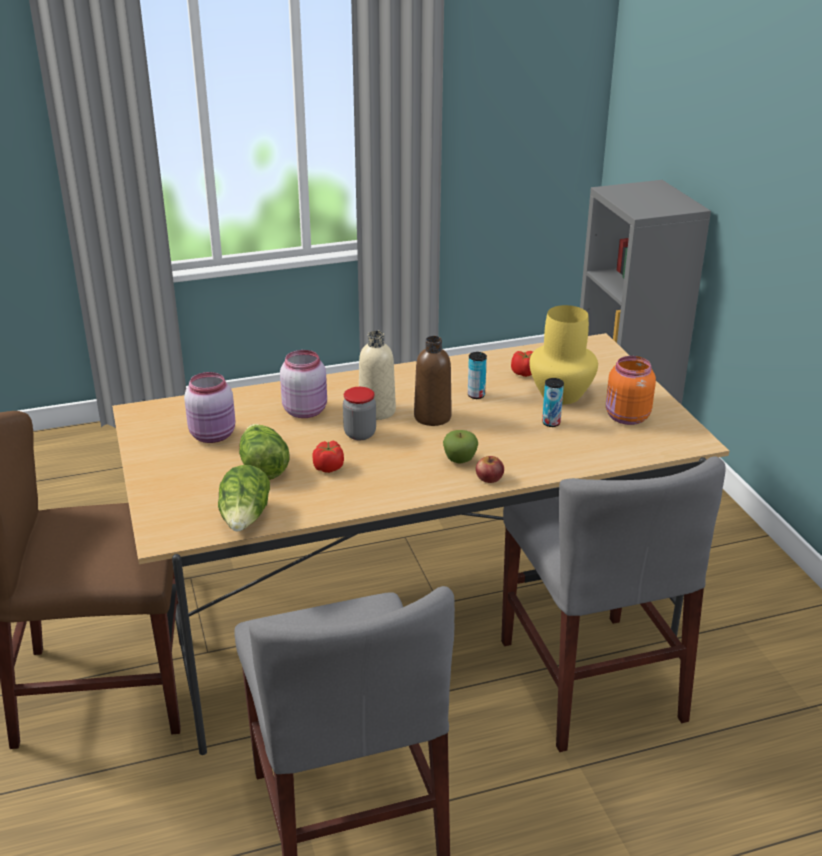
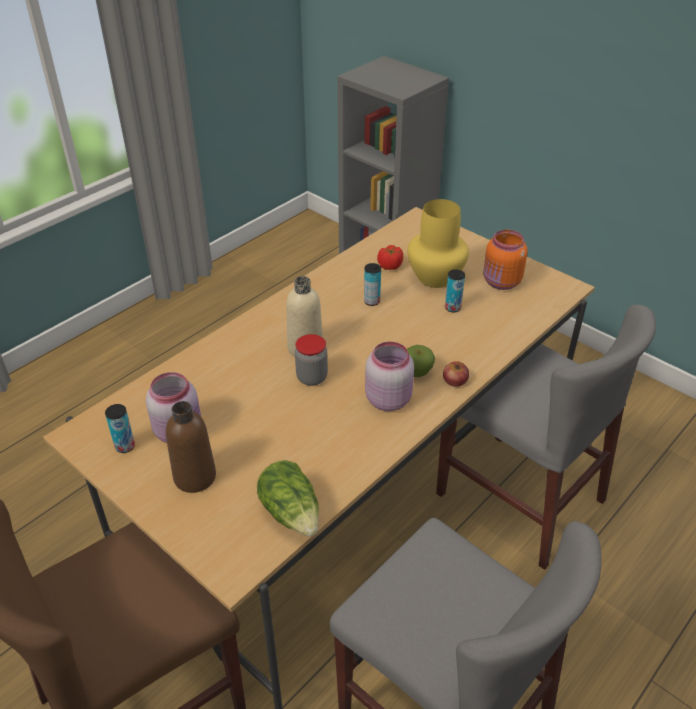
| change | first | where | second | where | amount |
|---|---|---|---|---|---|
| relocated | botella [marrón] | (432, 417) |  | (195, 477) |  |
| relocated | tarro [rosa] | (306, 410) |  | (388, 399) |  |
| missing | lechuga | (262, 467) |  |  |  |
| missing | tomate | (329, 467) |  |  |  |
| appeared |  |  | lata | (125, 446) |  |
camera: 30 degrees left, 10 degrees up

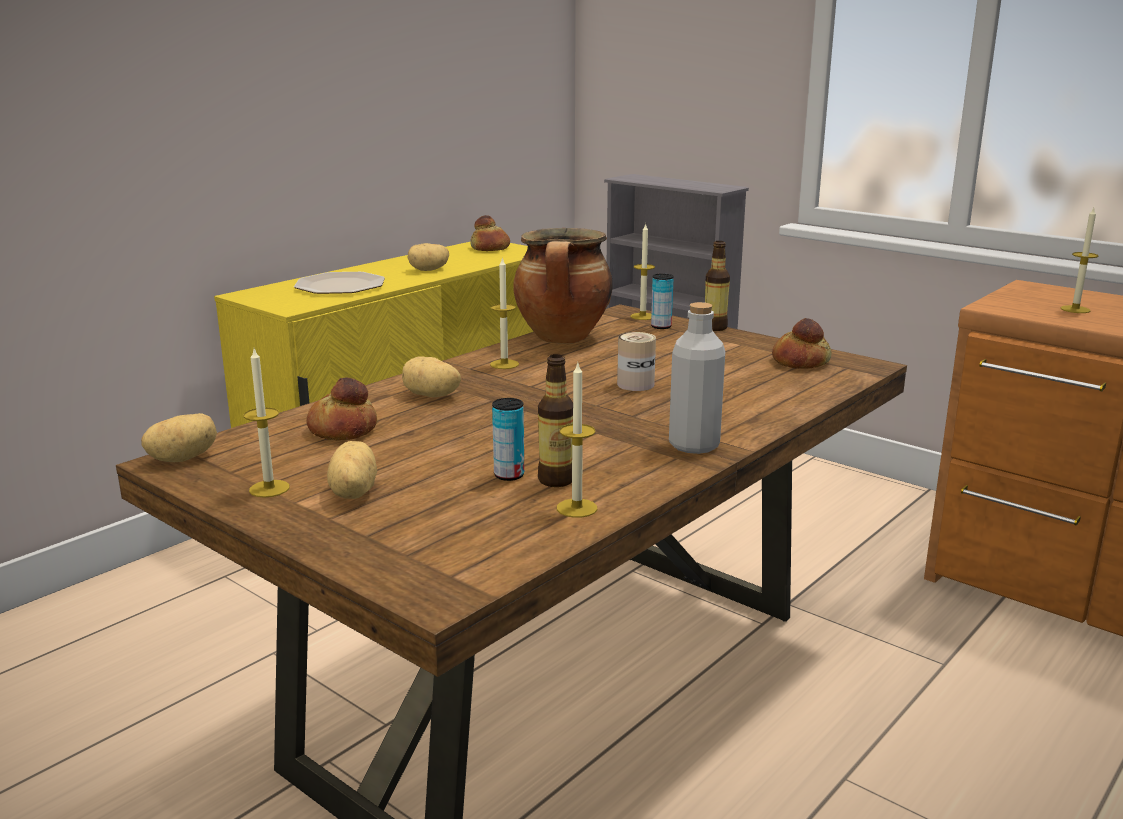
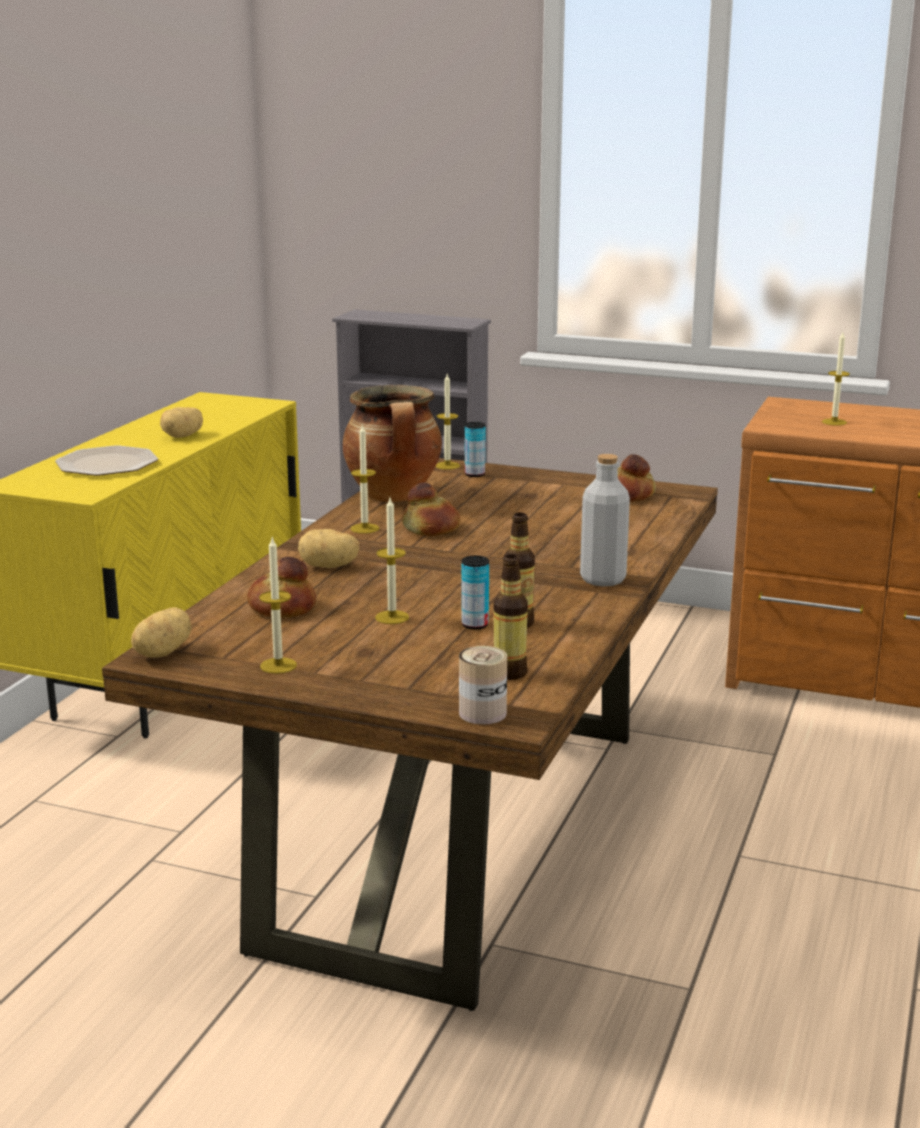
| change | first | where | second | where | amount |
|---|---|---|---|---|---|
| relocated | pan | (490, 248) |  | (431, 528) |  |
| relocated | botella | (714, 328) |  | (509, 673) |  |
| relocated | lata | (635, 384) |  | (482, 713) |  |
| relocated | vela | (577, 508) |  | (392, 617) |  |
| missing | patata | (351, 493) |  |  |  |
camera: 20 degrees left, 0 degrees up

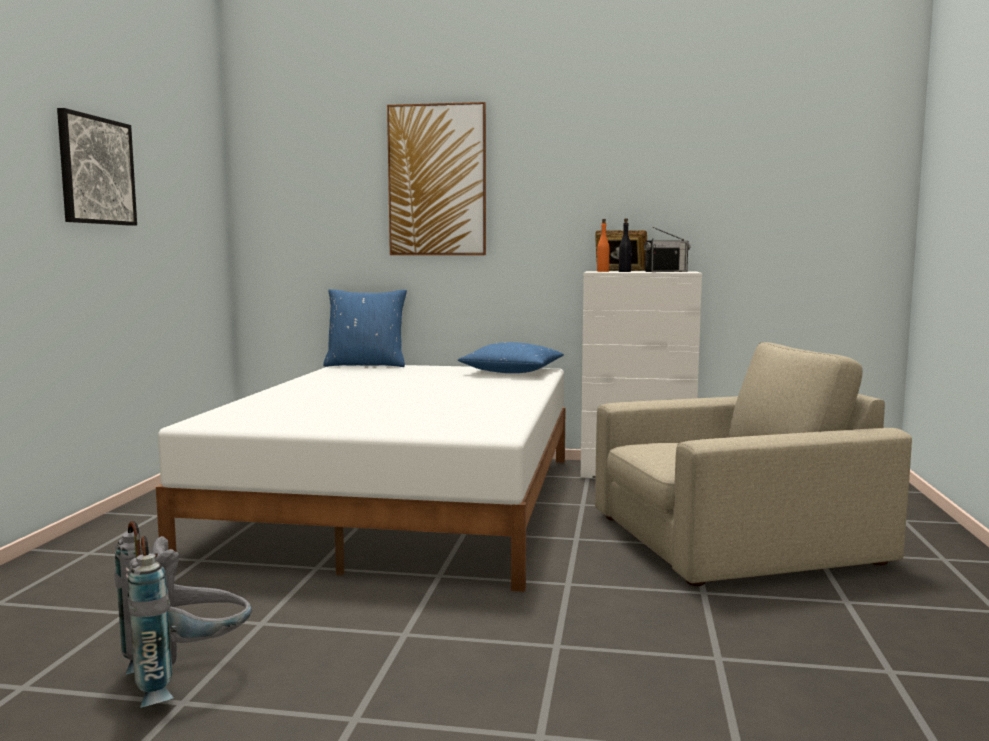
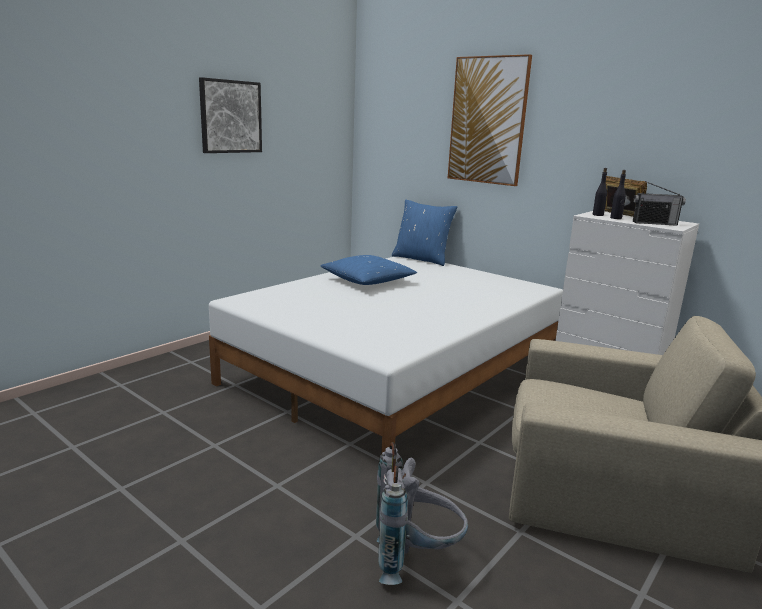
| change | first | where | second | where | amount |
|---|---|---|---|---|---|
| colour | botella [naranja] | (602, 271) | botella [negro] | (597, 215) |  |
| relocated | cojín [azul] | (512, 372) |  | (368, 281) |  |
| relocated | mochila [gris] | (187, 677) |  | (416, 559) |  |
camera: 30 degrees right, 10 degrees up

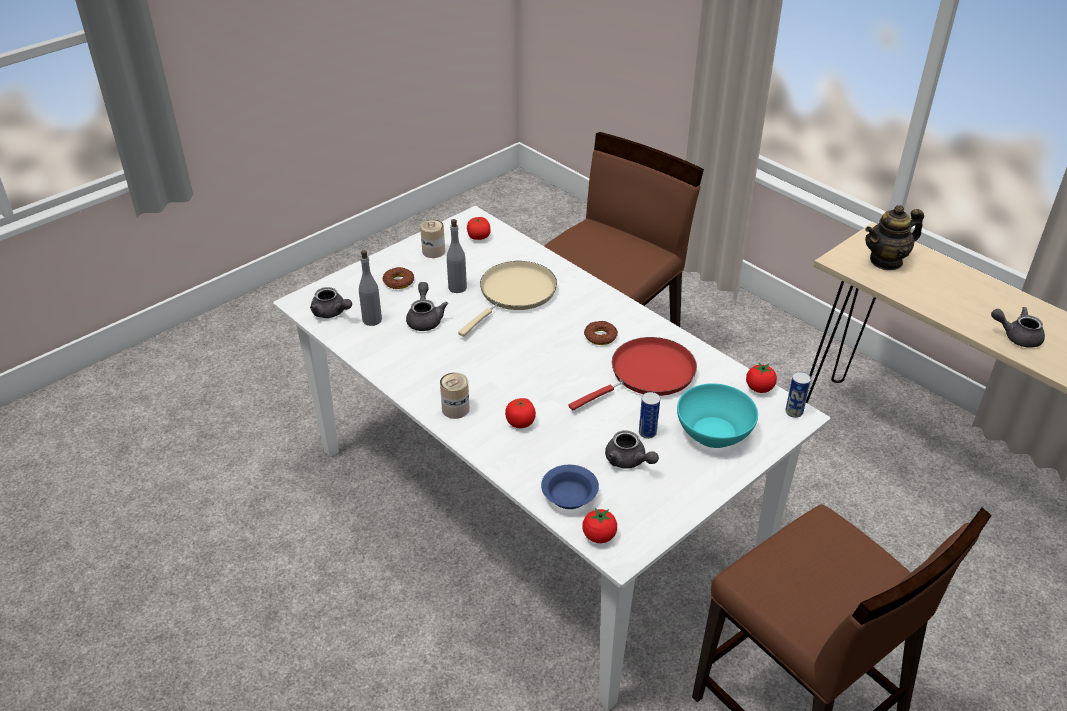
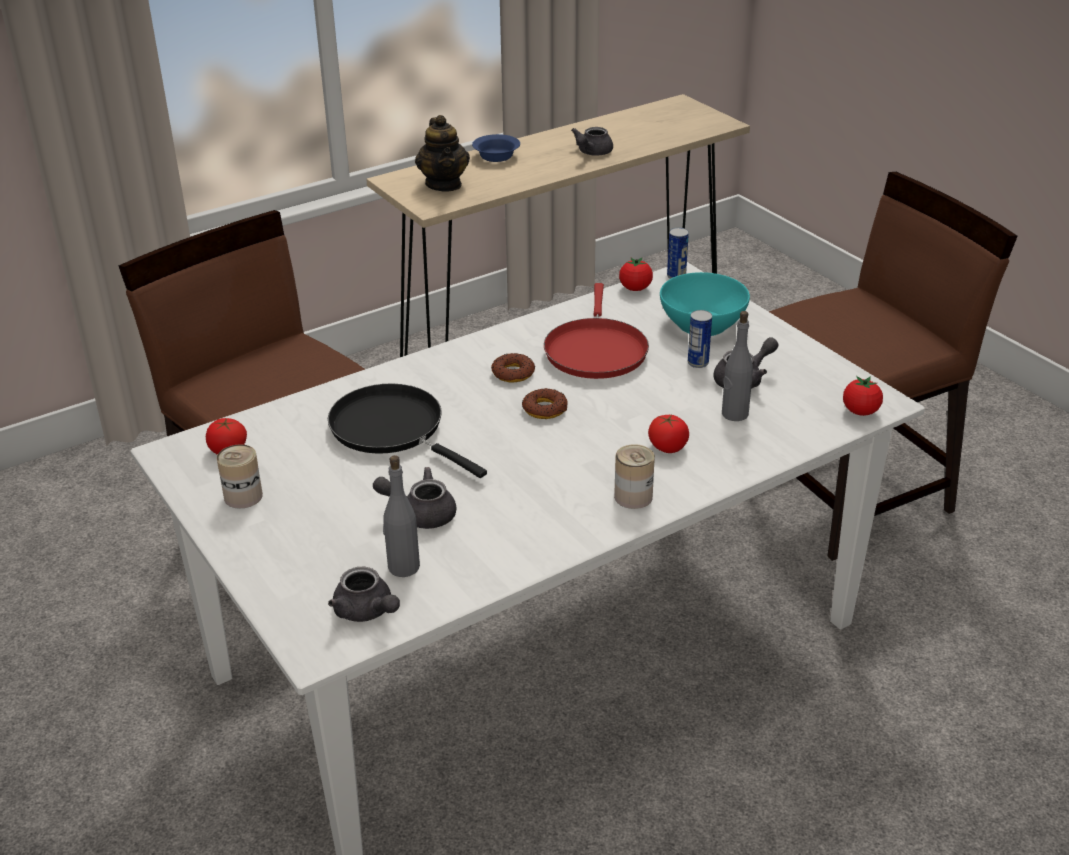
| change | first | where | second | where | amount |
|---|---|---|---|---|---|
| relocated | botella [gris] | (457, 287) |  | (734, 414) |  |
| colour | sartén [beis] | (514, 294) | sartén [negro] | (393, 429) |  |
| relocated | rosquilla | (398, 282) |  | (545, 409) |  |
| spun | tetera [gris] | (331, 313) |  | (367, 612) | 90 degrees clockwise |
| spun | sartén [rojo] | (647, 374) |  | (595, 350) | 150 degrees counterclockwise |
| relocated | cuenco [azul] | (569, 497) |  | (497, 157) |  |
camera: 80 degrees left, 5 degrees down

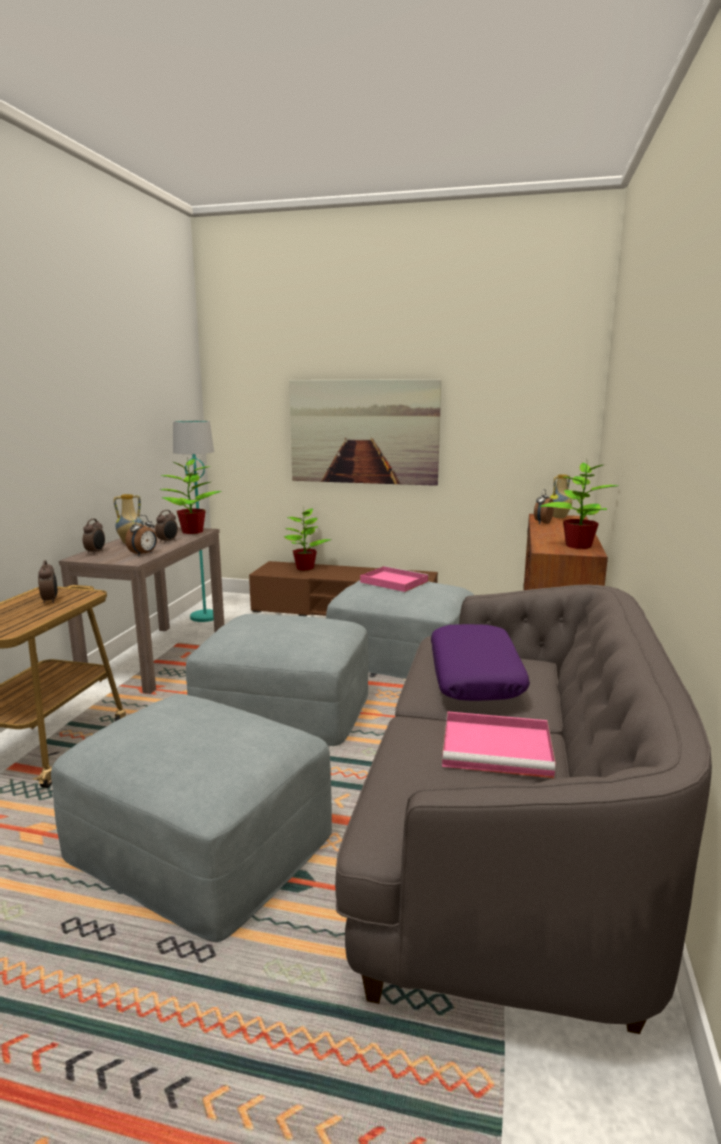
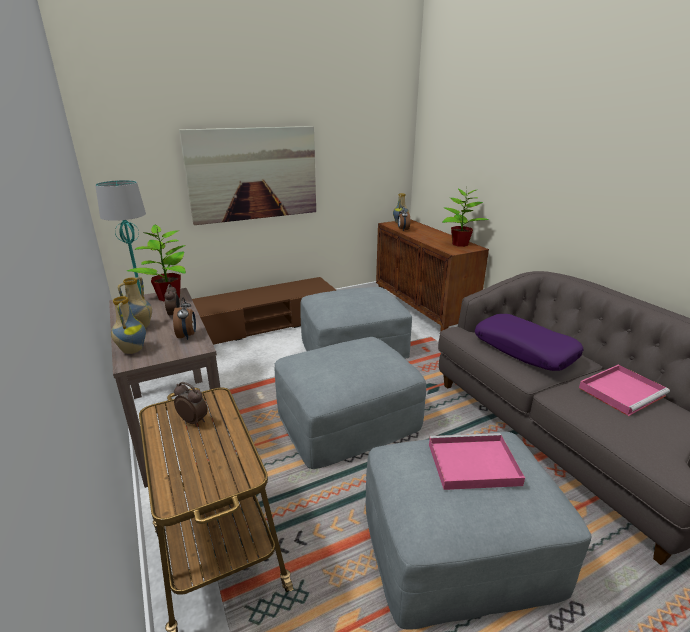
| change | first | where | second | where | amount |
|---|---|---|---|---|---|
| missing | planta en maceta | (305, 568) |  |  |  |
| exchanged | despertador | (96, 552) | florero | (132, 350) |  |
| relocated | bandeja [rosa] | (392, 581) |  | (471, 464) |  |
camera: 40 degrees left, 10 degrees up

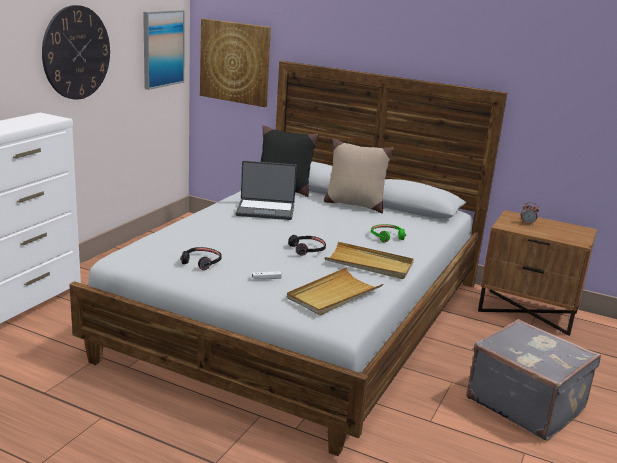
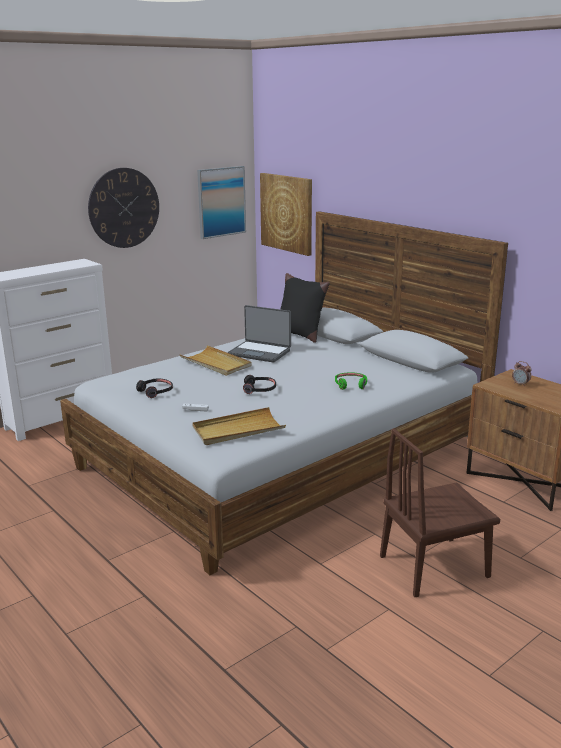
| change | first | where | second | where | amount |
|---|---|---|---|---|---|
| missing | cojín [beis] | (354, 204) |  |  |  |
| relocated | bandeja [beis] | (369, 264) |  | (216, 363) |  |
| exchanged | maleta [gris] | (525, 403) | silla [marrón] | (434, 566) |  |
camera: 25 degrees right, 0 degrees up

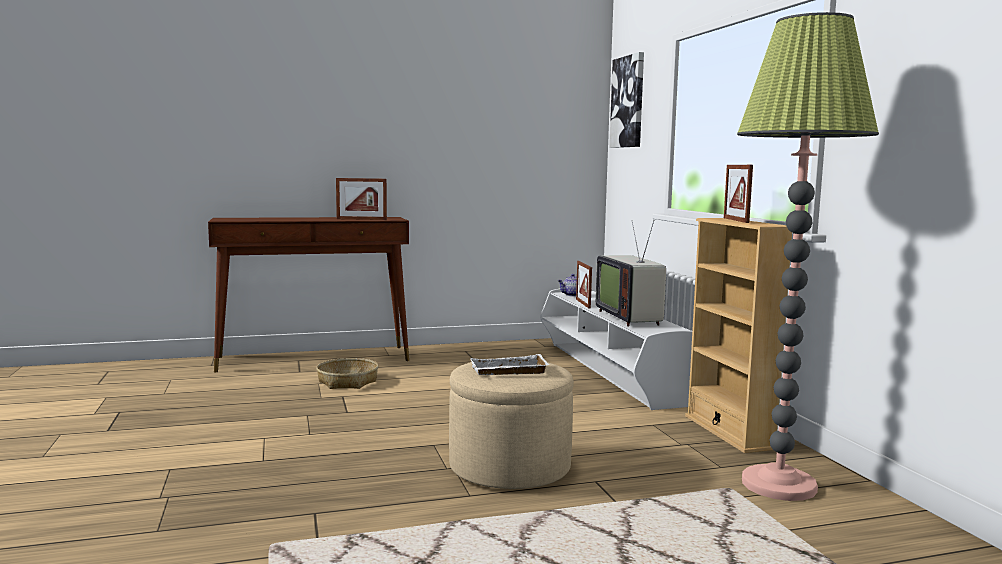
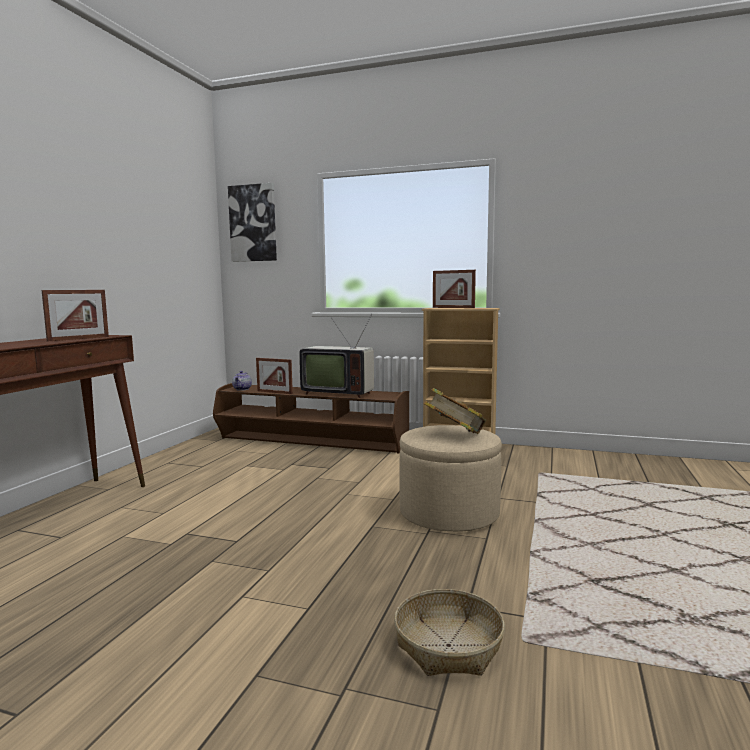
| change | first | where | second | where | amount |
|---|---|---|---|---|---|
| missing | lámpara de pie | (778, 485) |  |  |  |
| colour | mueble de televisión [blanco] | (608, 372) | mueble de televisión [marrón] | (311, 442) |  |
| exchanged | bandeja [blanco] | (508, 371) | libro | (455, 435) |  |
| relocated | cesta | (348, 382) |  | (448, 645) |  |
camera: 55 degrees left, 0 degrees up

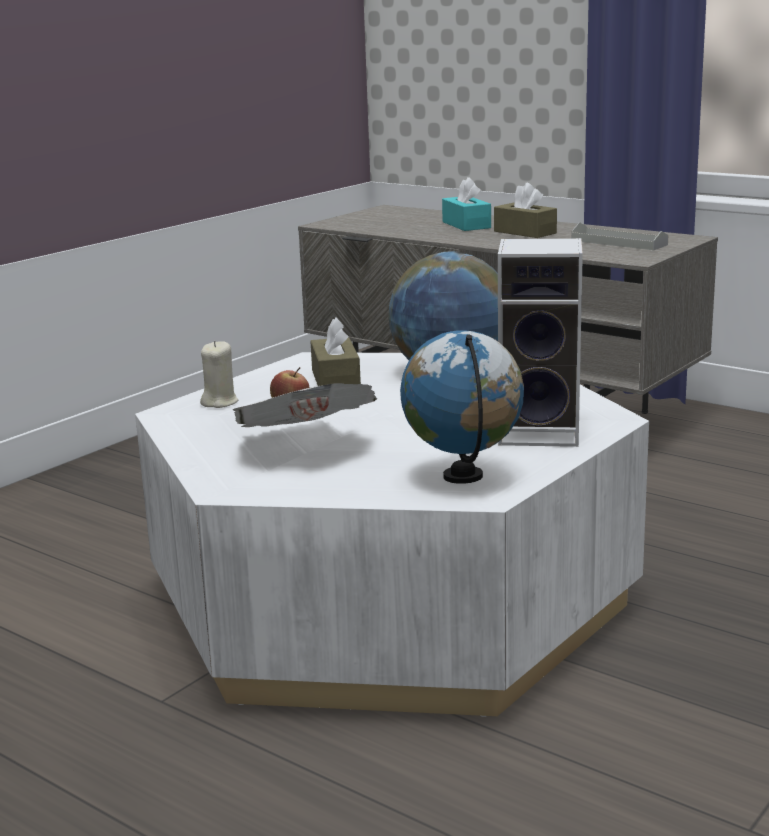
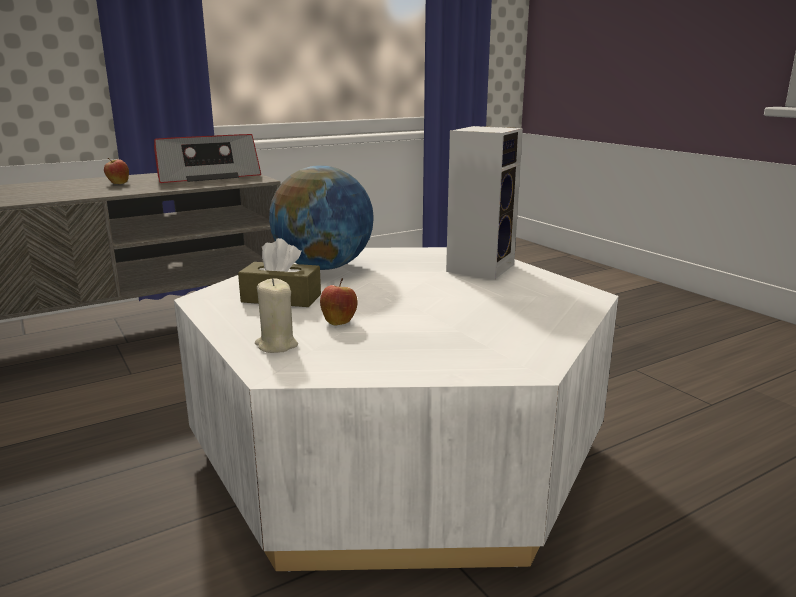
| change | first | where | second | where | amount |
|---|---|---|---|---|---|
| missing | caja de pañuelos [turquesa] | (466, 225) |  |  |  |
| exchanged | caja de pañuelos [marrón] | (525, 232) | manzana | (118, 183) |  |
| exchanged | bandeja [gris] | (618, 242) | radio | (207, 176) |  |
| missing | globo terráqueo | (463, 476) |  |  |  |
| missing | periódico | (306, 445) |  |  |  |
camera: 70 degrees left, 0 degrees up

